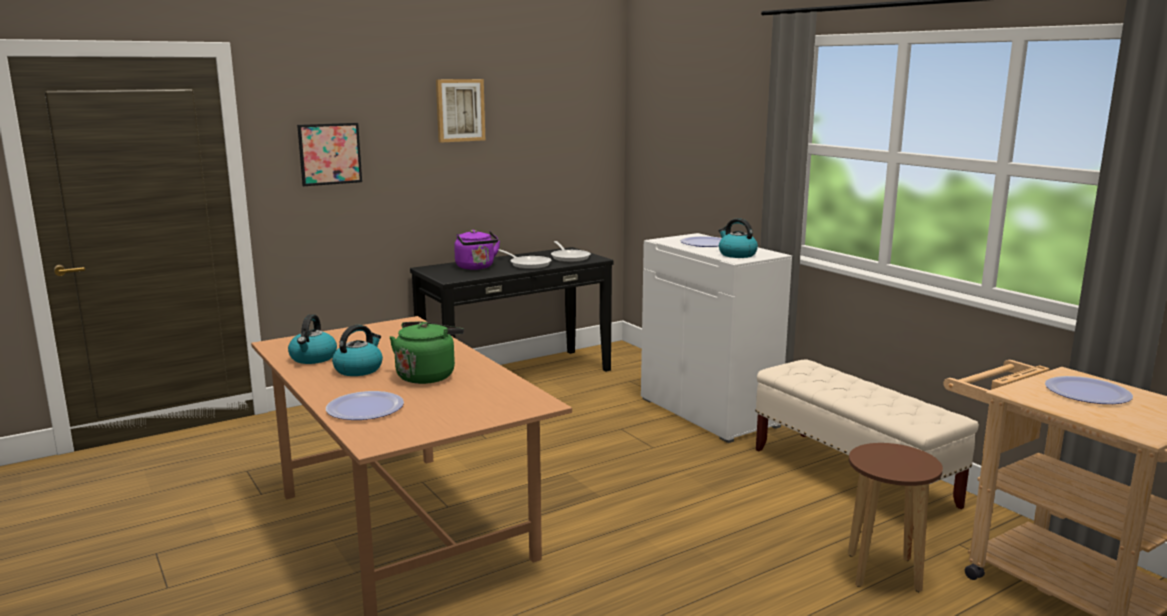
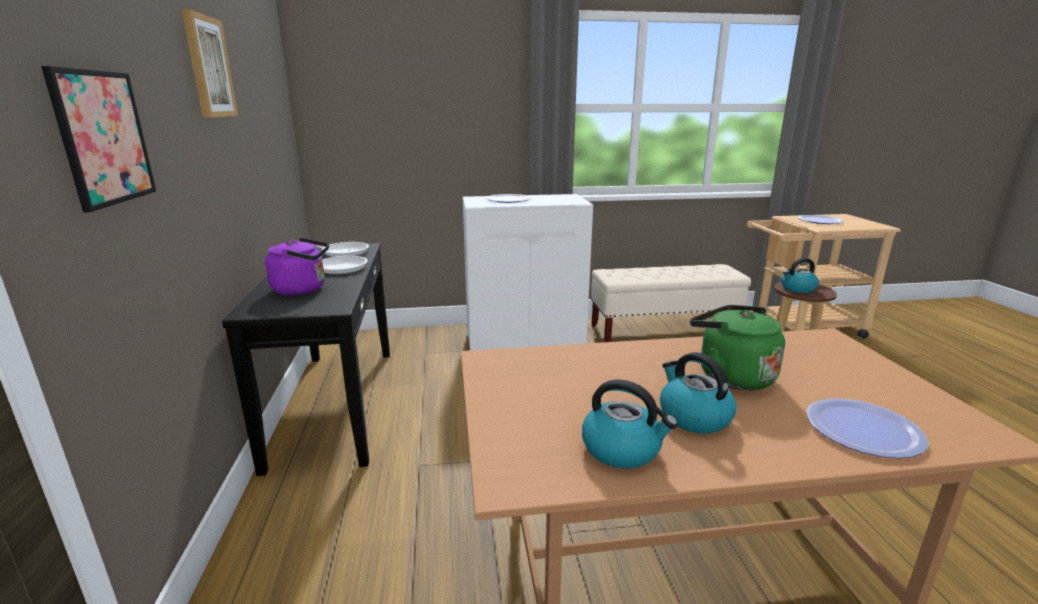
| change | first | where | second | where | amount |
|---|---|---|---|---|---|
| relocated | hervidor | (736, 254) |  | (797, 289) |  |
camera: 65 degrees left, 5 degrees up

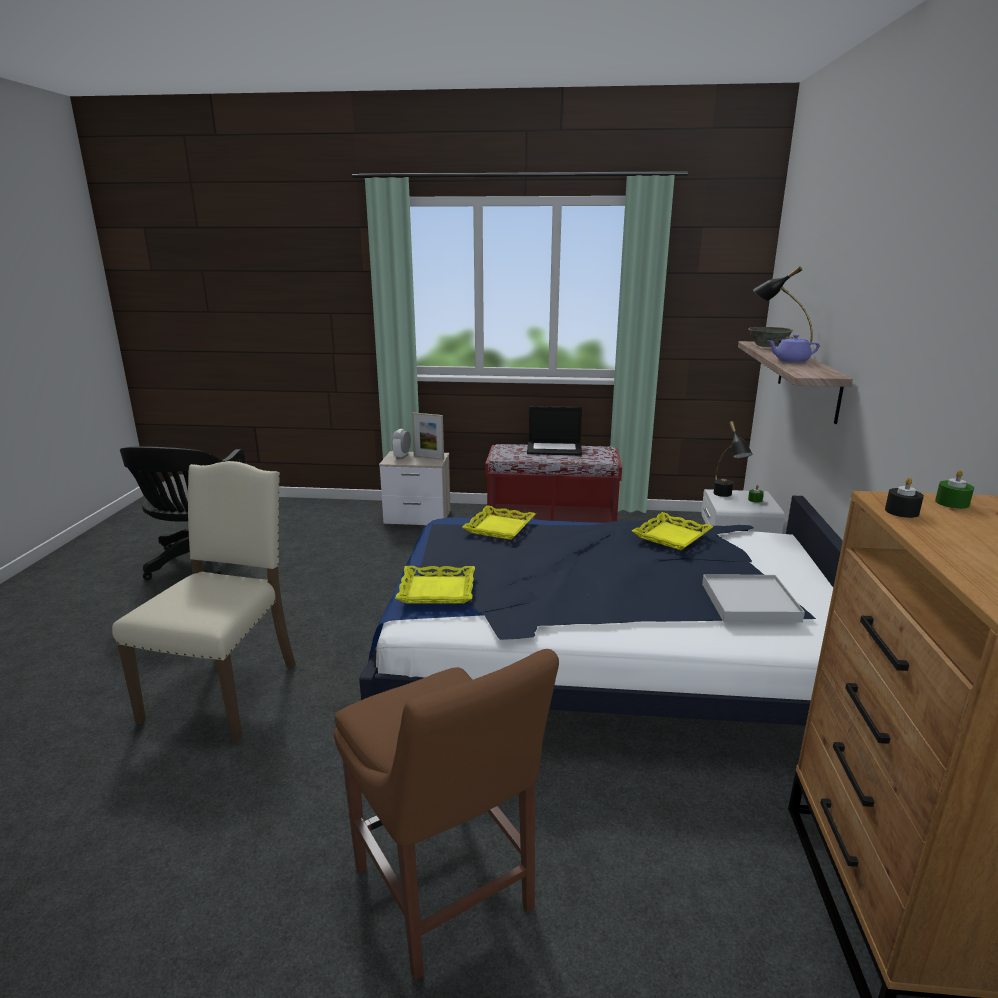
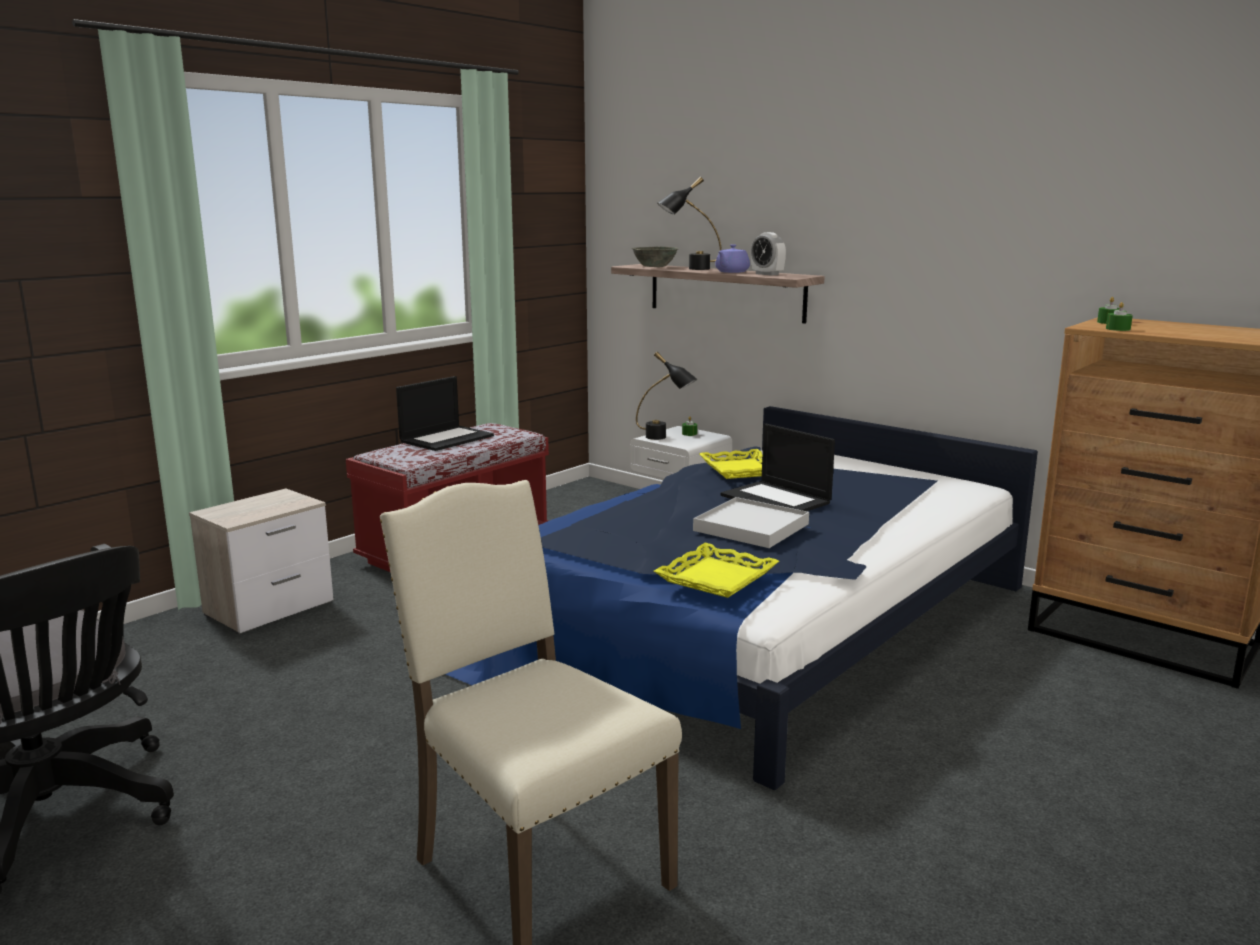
| change | first | where | second | where | amount |
|---|---|---|---|---|---|
| missing | portarretratos | (428, 457) |  |  |  |
| relocated | despertador | (402, 456) |  | (767, 274) |  |
| colour | vela [negro] | (901, 511) | vela [verde] | (1118, 329) |  |
| missing | bandeja [amarillo] | (499, 527) |  |  |  |
| relocated | bandeja [blanco] | (749, 602) |  | (750, 527) |  |
| missing | silla [marrón] | (446, 895) |  |  |  |
| appeared |  |  | portátil | (777, 499) |  |
camera: 55 degrees left, 5 degrees down

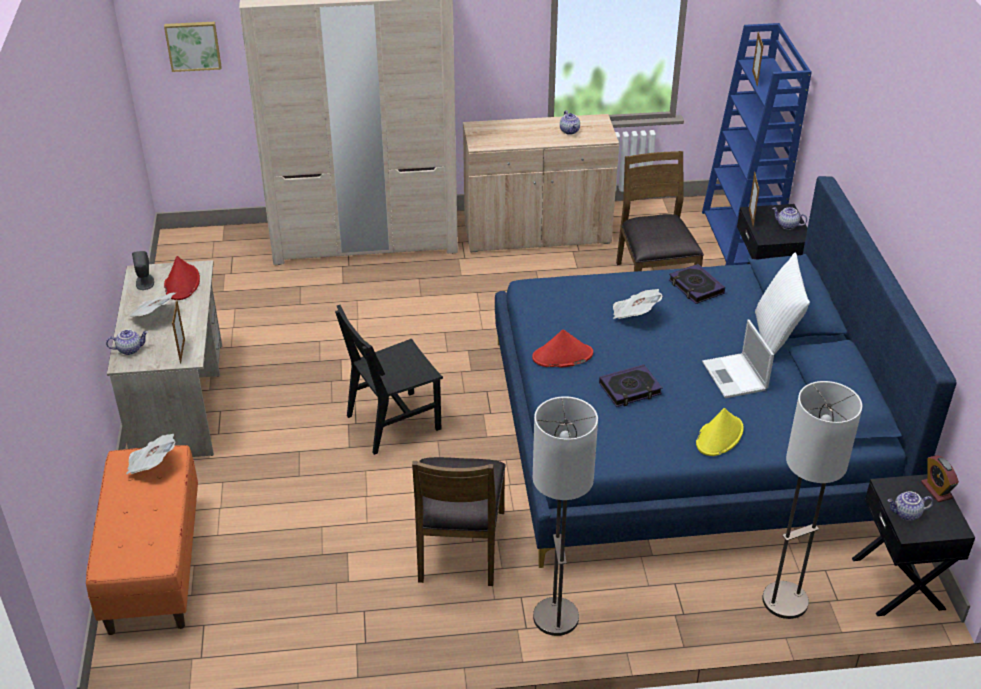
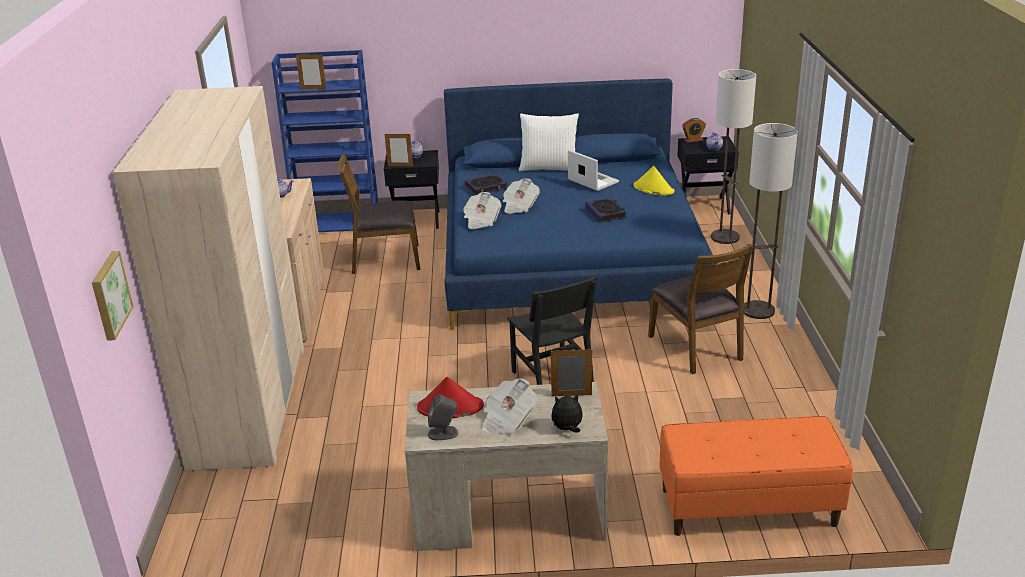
| change | first | where | second | where | amount |
|---|---|---|---|---|---|
| spun | portátil | (735, 377) |  | (592, 181) | 120 degrees counterclockwise |
| exchanged | tetera | (130, 349) | peluche | (567, 429) |  |
| missing | sombrero [rojo] | (562, 356) |  |  |  |
| relocated | periódico | (152, 464) |  | (481, 221) |  |
| spun | silla [marrón] | (459, 546) |  | (696, 347) | 60 degrees clockwise |
camera: 85 degrees left, 10 degrees down

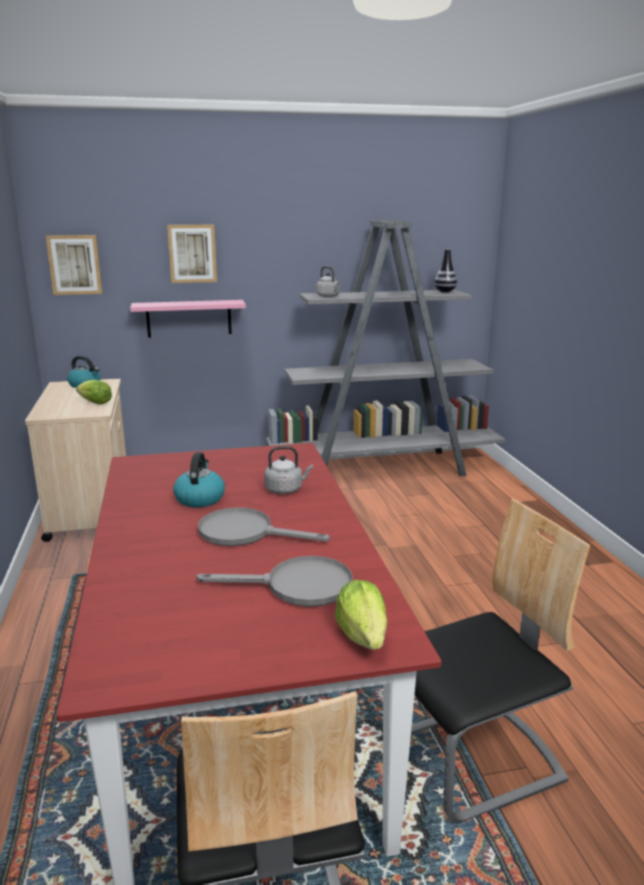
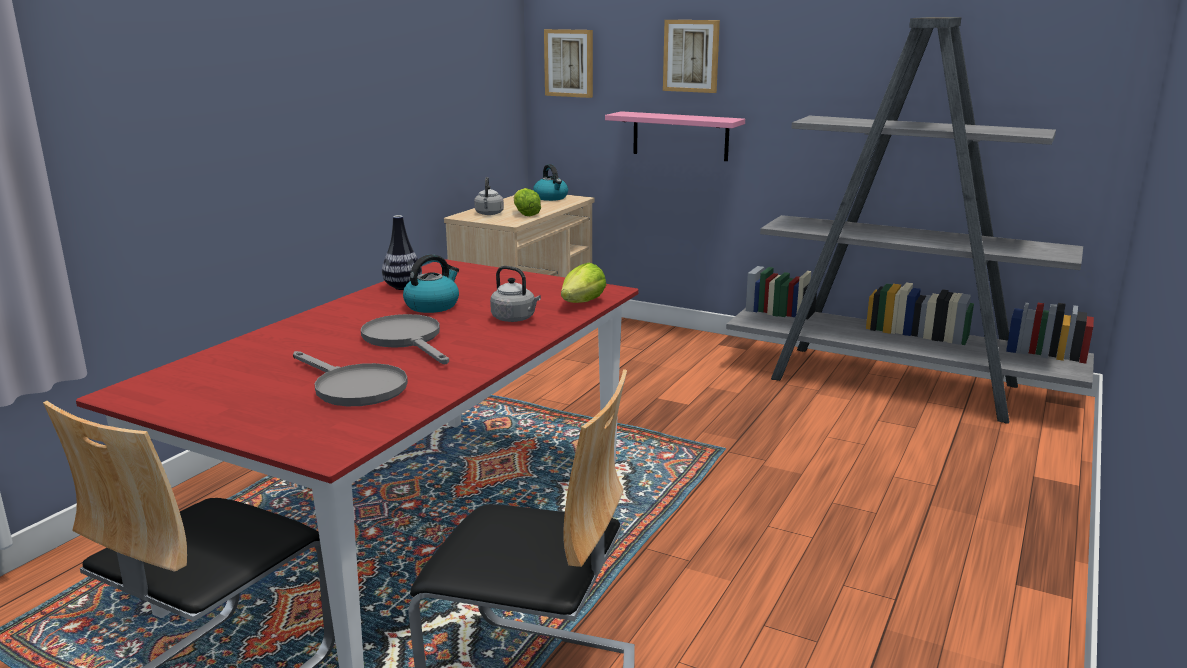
| change | first | where | second | where | amount |
|---|---|---|---|---|---|
| relocated | florero | (445, 291) |  | (403, 287) |  |
| relocated | hervidor [gris] | (329, 296) |  | (489, 214) |  |
| relocated | lechuga | (363, 636) |  | (583, 303) |  |
camera: 40 degrees right, 0 degrees up

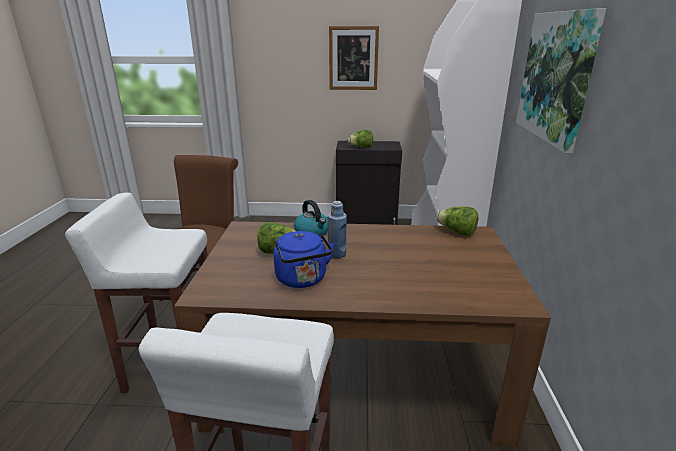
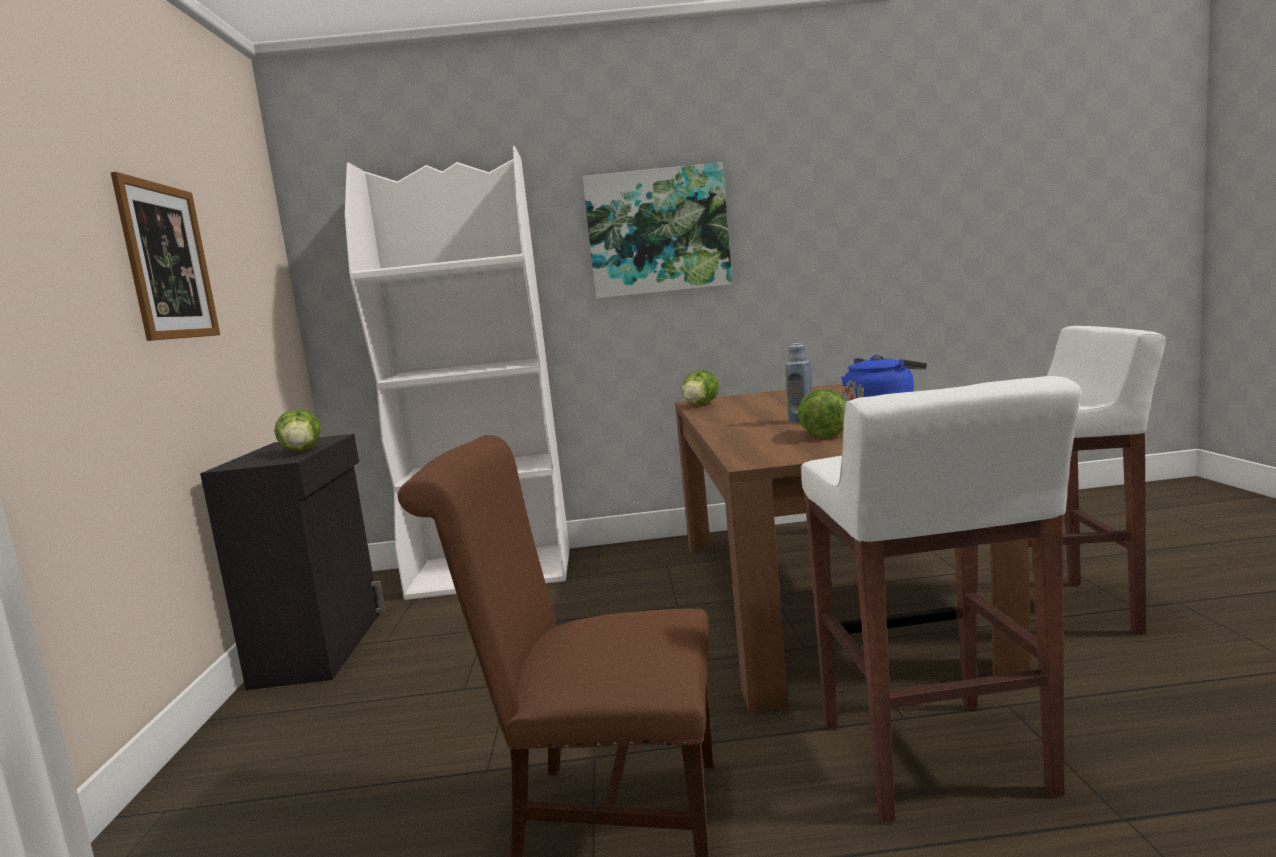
| change | first | where | second | where | amount |
|---|---|---|---|---|---|
| missing | hervidor | (312, 232) |  |  |  |
camera: 95 degrees left, 15 degrees down

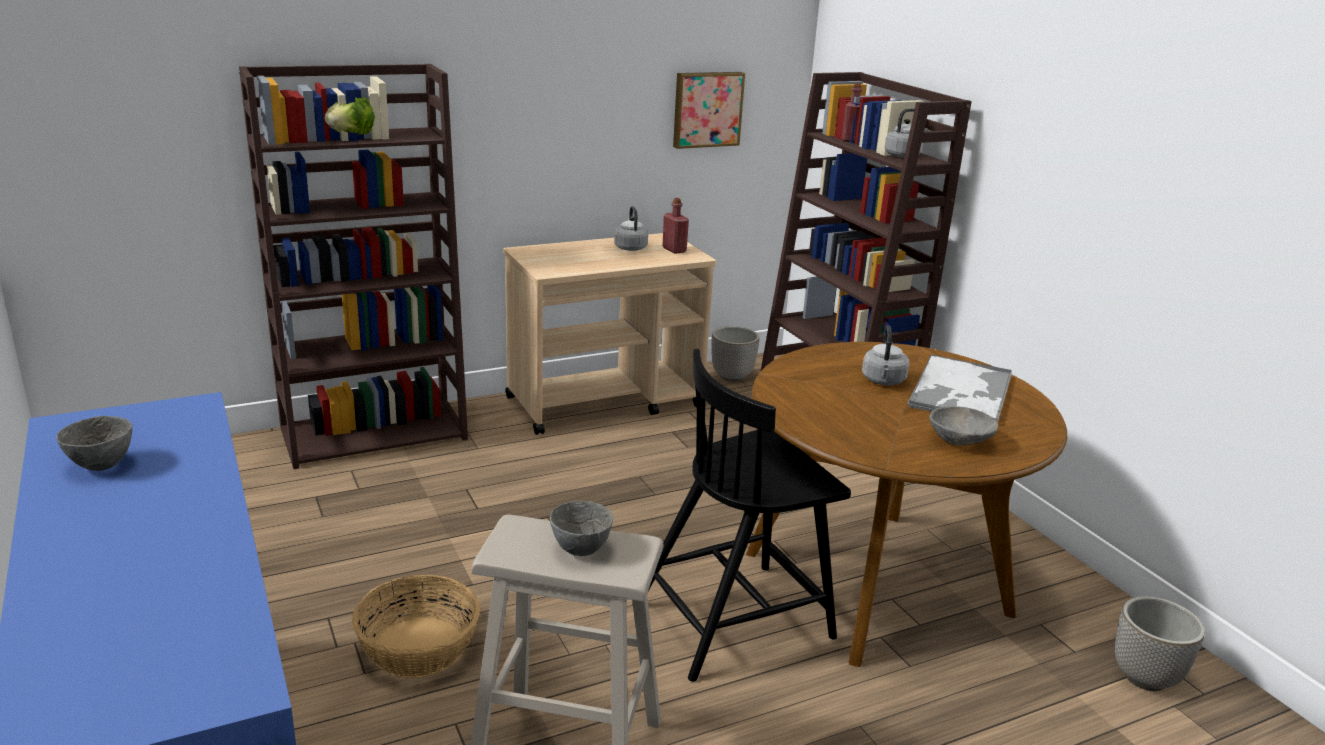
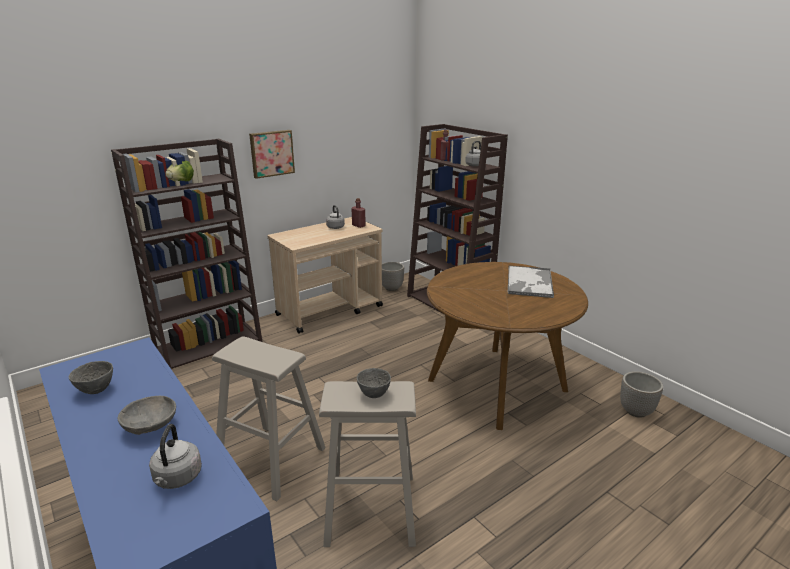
| change | first | where | second | where | amount |
|---|---|---|---|---|---|
| relocated | cuadro | (706, 109) |  | (271, 153) |  |
| relocated | hervidor [gris] | (883, 381) |  | (177, 479) |  |
| missing | silla [negro] | (736, 619) |  |  |  |
| relocated | cuenco [gris] | (960, 441) |  | (151, 427) |  |
| exchanged | cesta | (417, 647) | taburete [beis] | (270, 460) |  |
camera: 10 degrees left, 0 degrees up

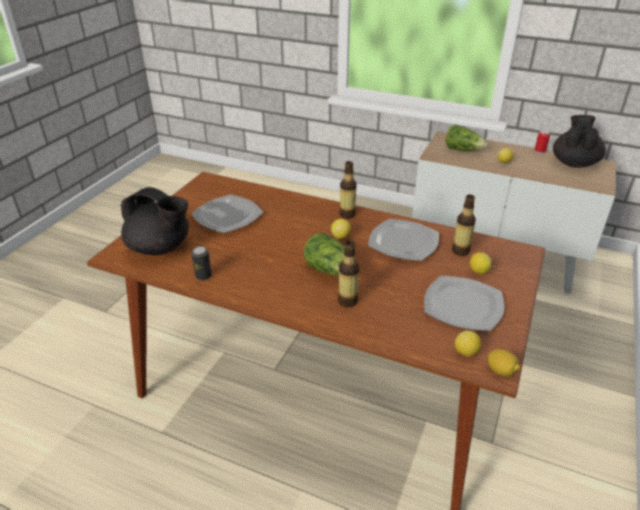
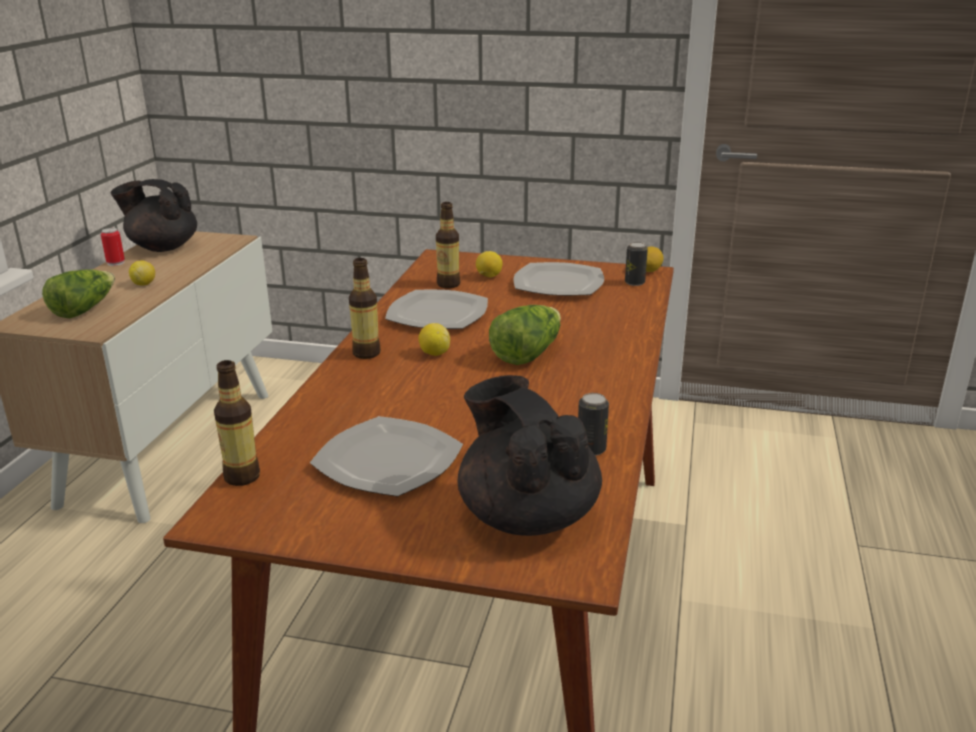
| change | first | where | second | where | amount |
|---|---|---|---|---|---|
| spun | tetera [negro] | (160, 248) |  | (527, 515) | 45 degrees counterclockwise |
| relocated | botella | (347, 301) |  | (242, 477) |  |
| exchanged | limón | (466, 352) | lata | (634, 282) |  |
camera: 100 degrees left, 10 degrees down

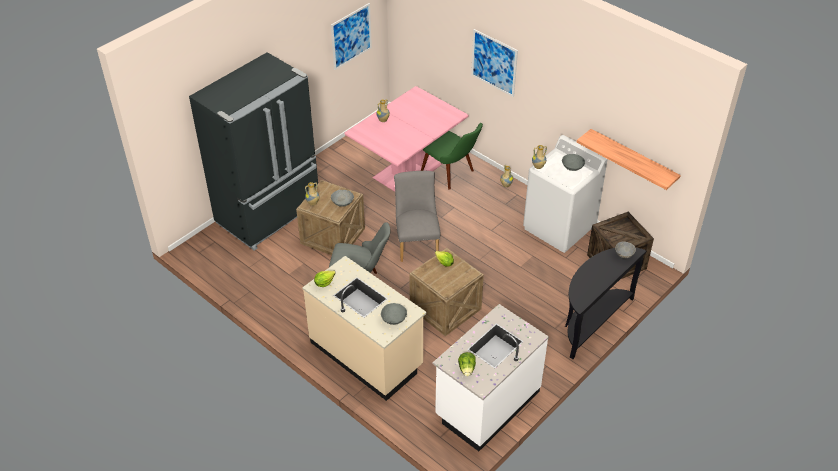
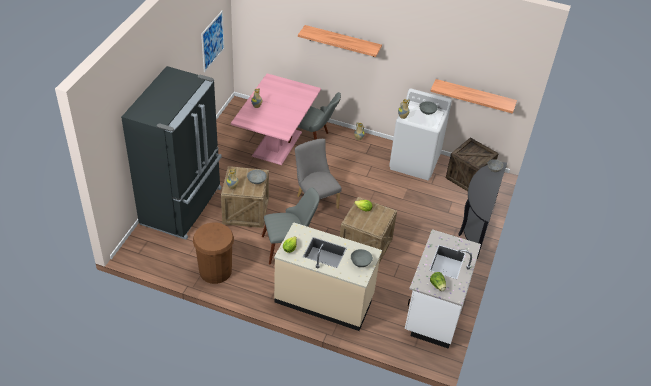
| change | first | where | second | where | amount |
|---|---|---|---|---|---|
| exchanged | cuadro | (494, 62) | estante | (342, 41) |  |
| colour | silla [verde] | (452, 174) | silla [gris] | (313, 139) |  |
| appeared |  |  | papelera [marrón] | (215, 271) |  |
camera: 25 degrees left, 0 degrees up

